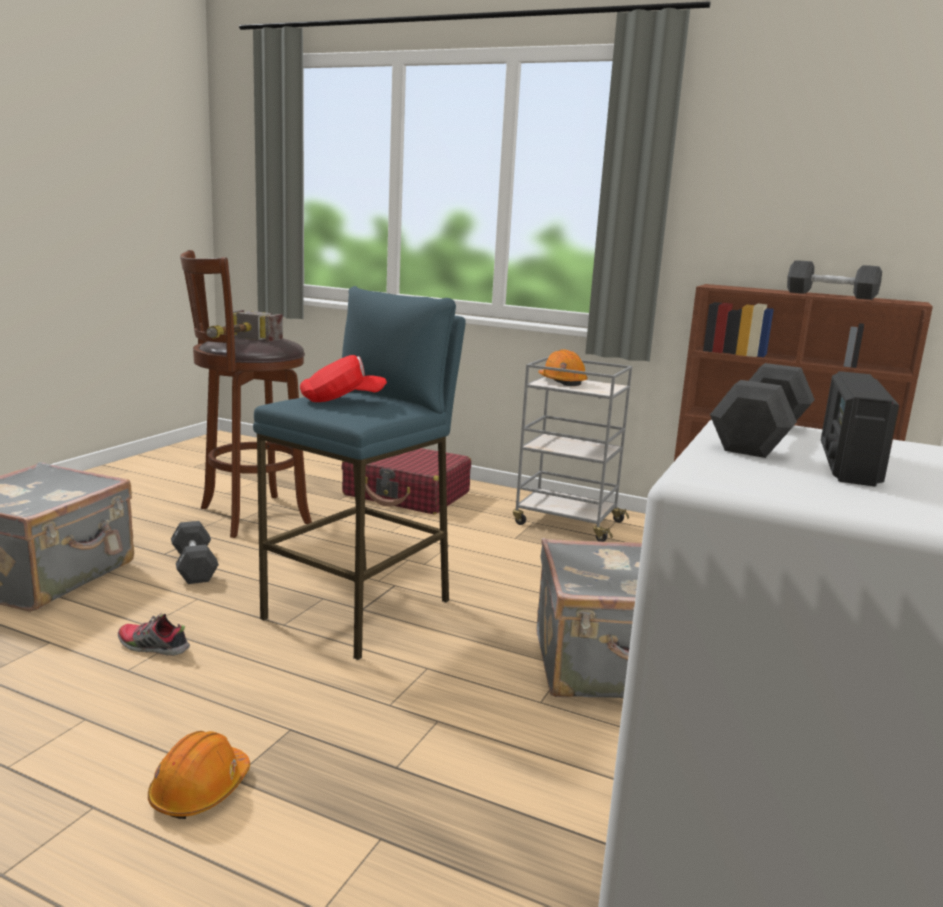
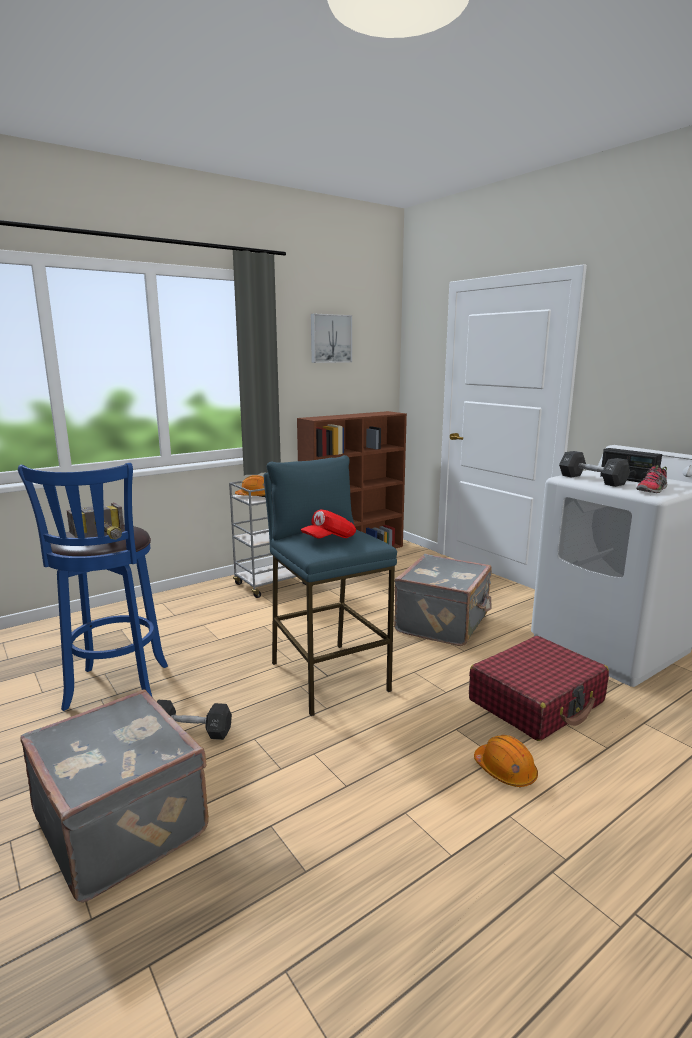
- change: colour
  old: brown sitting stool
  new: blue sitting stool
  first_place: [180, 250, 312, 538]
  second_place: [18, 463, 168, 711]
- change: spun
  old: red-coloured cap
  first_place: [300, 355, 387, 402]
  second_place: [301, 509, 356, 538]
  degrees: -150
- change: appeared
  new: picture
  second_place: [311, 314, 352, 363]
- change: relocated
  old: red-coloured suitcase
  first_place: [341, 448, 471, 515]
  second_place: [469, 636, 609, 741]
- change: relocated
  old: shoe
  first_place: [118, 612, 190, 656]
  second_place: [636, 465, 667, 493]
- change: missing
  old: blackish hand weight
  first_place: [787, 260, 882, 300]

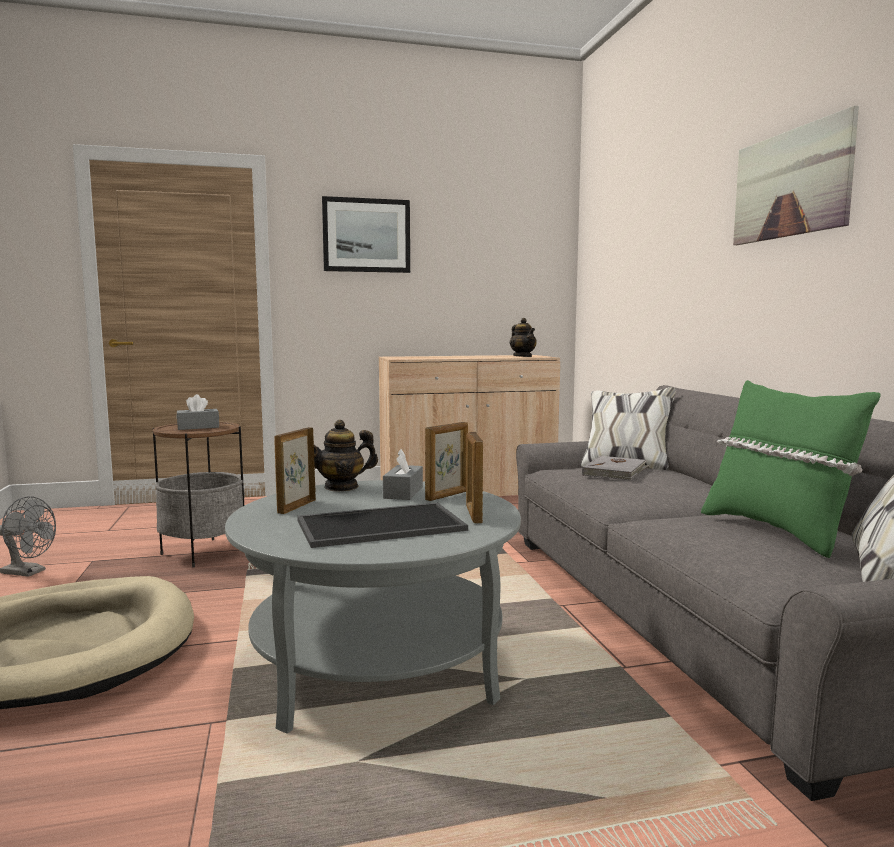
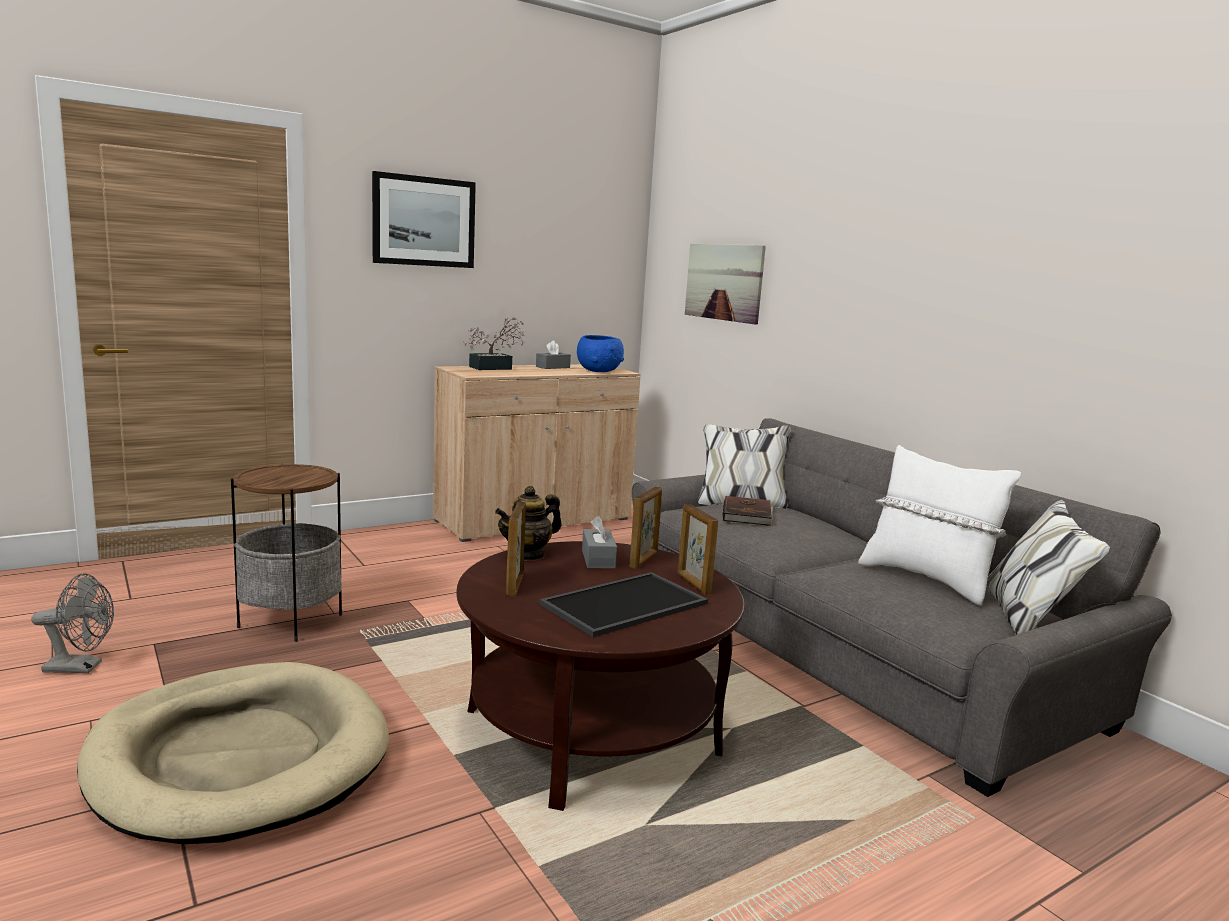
- change: colour
  old: greyish lounge table
  new: brown lounge table
  first_place: [225, 480, 521, 734]
  second_place: [456, 541, 745, 811]
- change: appeared
  new: potted plant
  second_place: [463, 317, 525, 370]
- change: relocated
  old: greyish tissue box
  first_place: [177, 394, 219, 430]
  second_place: [536, 340, 571, 369]
- change: exchanged
  old: teapot
  new: blue serving bowl
  first_place: [510, 318, 537, 357]
  second_place: [577, 335, 624, 372]
- change: relocated
  old: picture
  first_place: [733, 106, 859, 245]
  second_place: [685, 243, 766, 325]
- change: colour
  old: greyish book
  new: brown book
  first_place: [582, 456, 650, 481]
  second_place: [723, 496, 774, 526]
- change: colour
  old: green cushion
  new: white-coloured cushion
  first_place: [701, 380, 881, 558]
  second_place: [858, 445, 1021, 606]

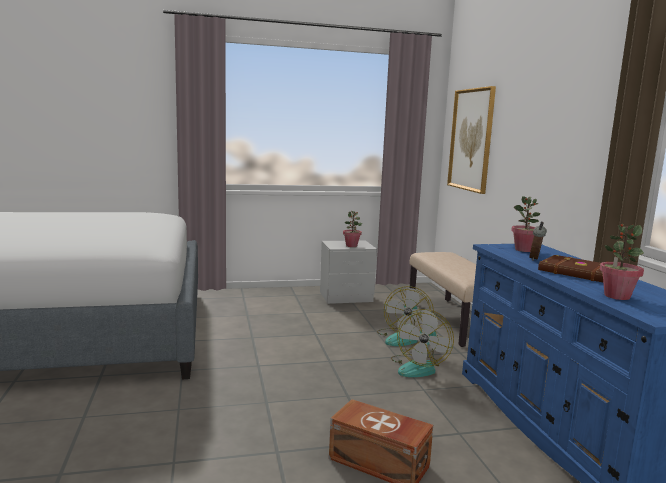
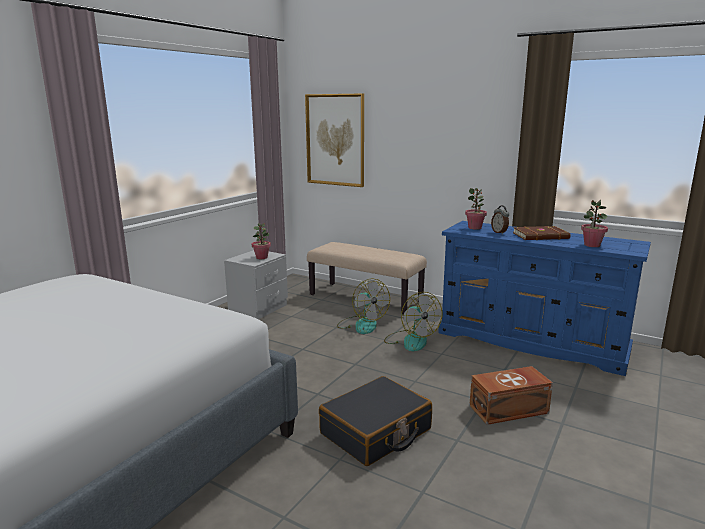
- change: appeared
  new: blackish suitcase
  second_place: [319, 376, 432, 466]

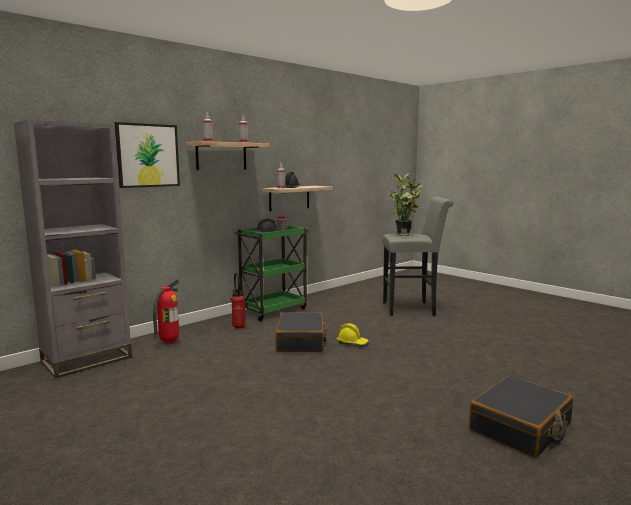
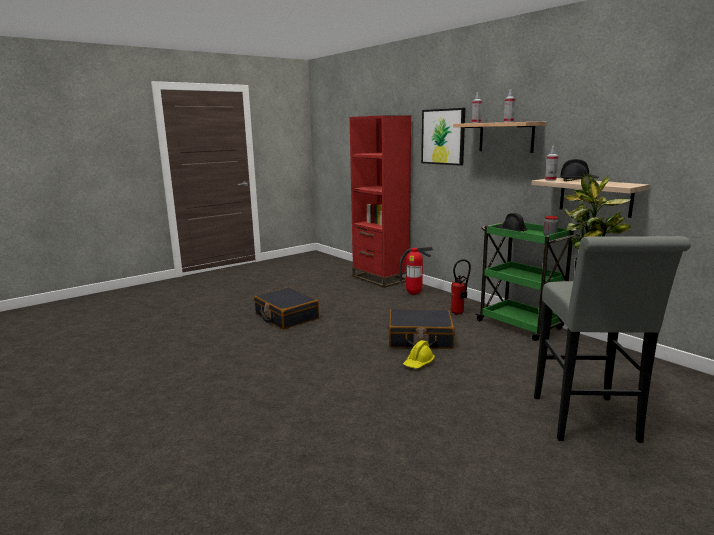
- change: relocated
  old: blackish suitcase
  first_place: [469, 375, 573, 458]
  second_place: [254, 287, 319, 329]
- change: colour
  old: greyish bookcase
  new: red-coloured bookcase
  first_place: [14, 120, 132, 379]
  second_place: [350, 115, 411, 288]

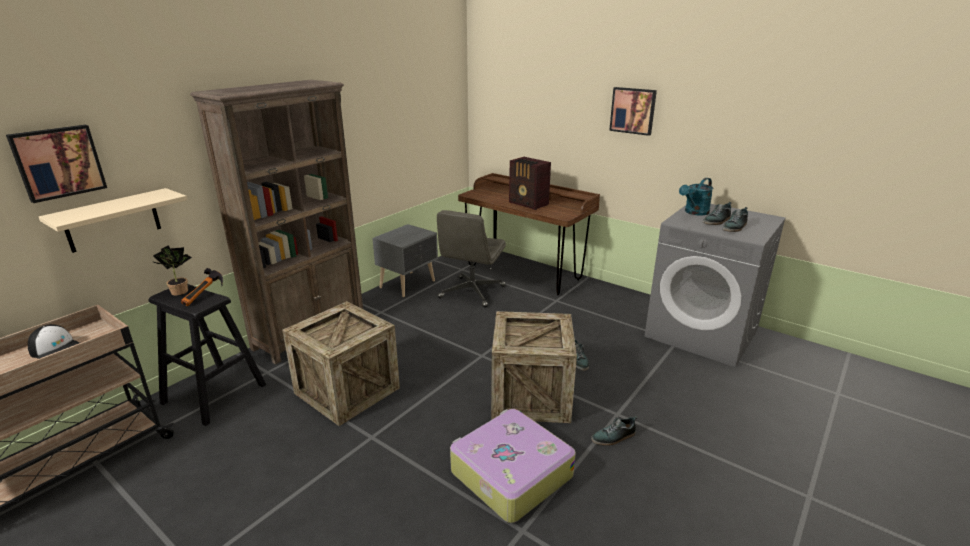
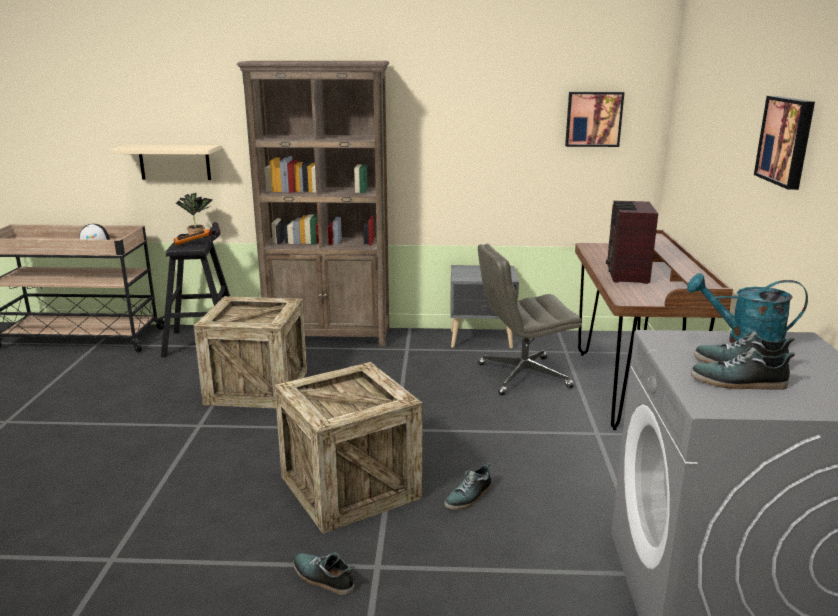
- change: relocated
  old: picture
  first_place: [6, 125, 107, 203]
  second_place: [565, 92, 624, 147]
- change: missing
  old: suitcase
  first_place: [450, 409, 576, 523]

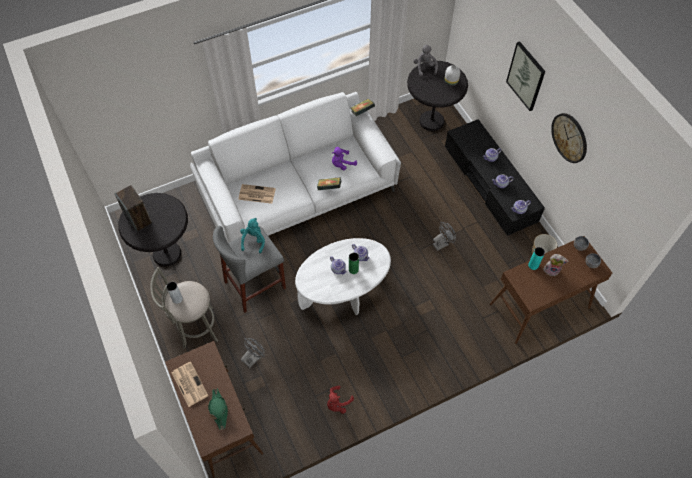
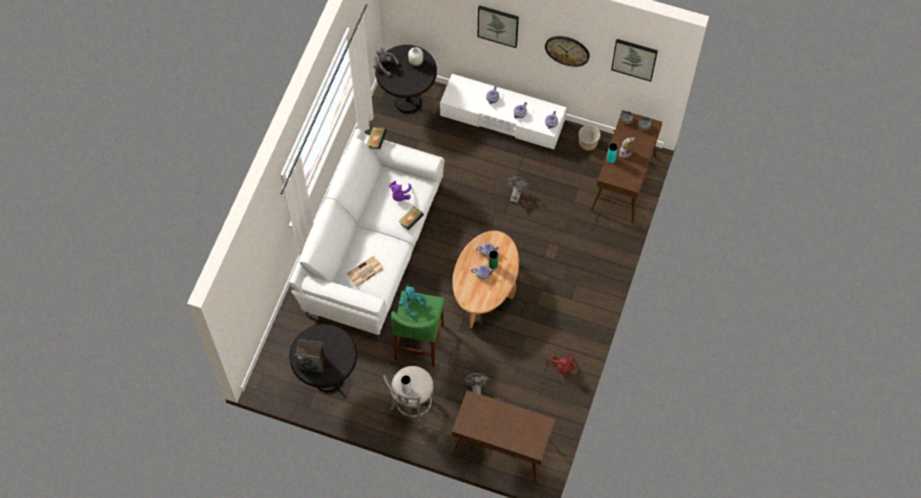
- change: colour
  old: greyish sitting stool
  new: green sitting stool
  first_place: [213, 226, 286, 313]
  second_place: [391, 291, 445, 367]
- change: colour
  old: blackish tv stand
  new: white-coloured tv stand
  first_place: [445, 119, 545, 236]
  second_place: [440, 74, 566, 149]
- change: colour
  old: white-coloured lounge table
  new: brown lounge table
  first_place: [295, 238, 391, 315]
  second_place: [452, 231, 519, 328]
- change: appeared
  new: picture
  second_place: [611, 39, 658, 82]
- change: missing
  old: printed paper
  first_place: [172, 362, 209, 407]
- change: missing
  old: green wearable hat
  first_place: [208, 388, 228, 430]

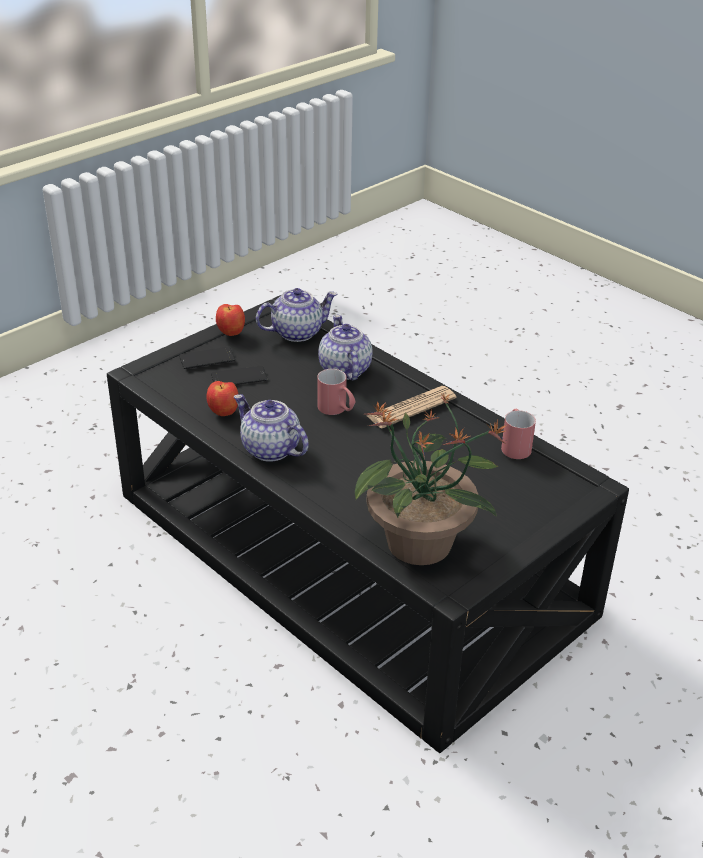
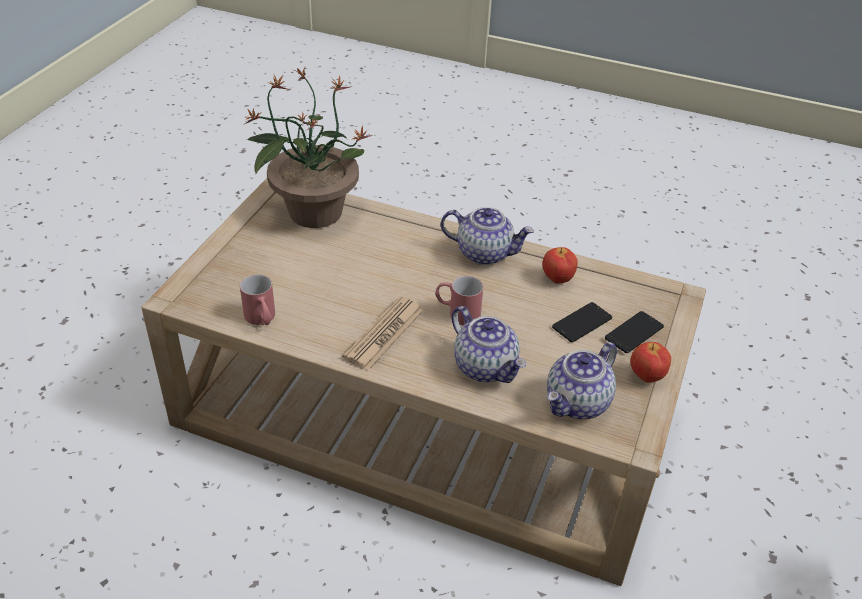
- change: colour
  old: blackish lounge table
  new: sand-coloured lounge table
  first_place: [107, 295, 629, 753]
  second_place: [141, 178, 706, 586]

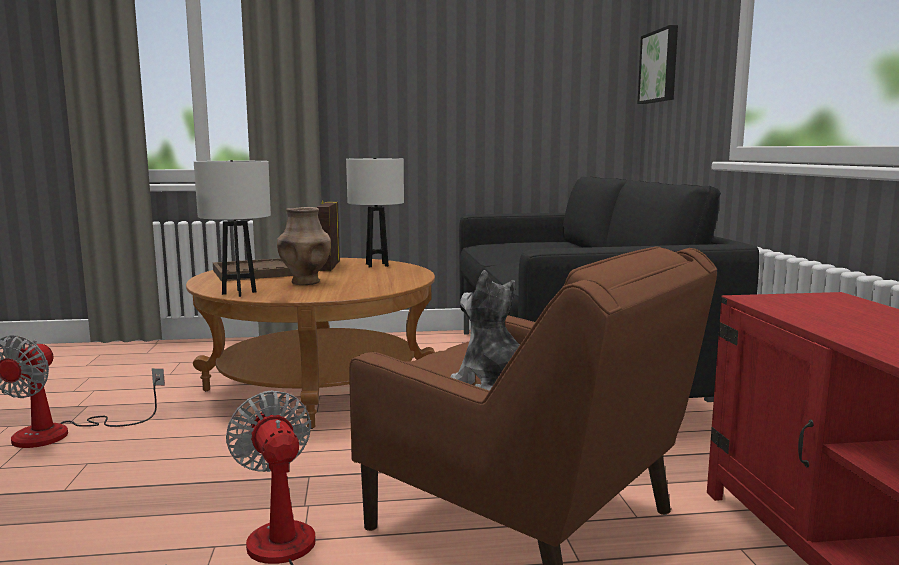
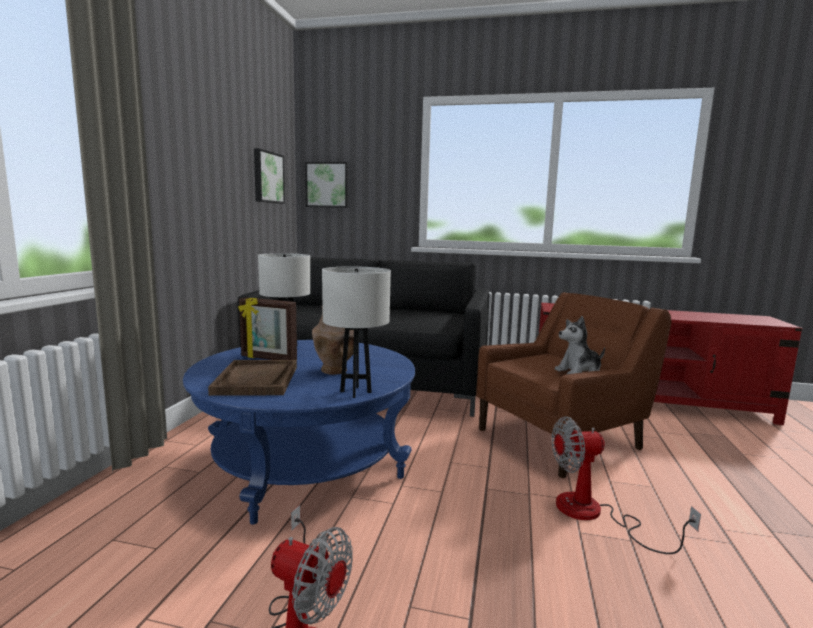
- change: colour
  old: brown lounge table
  new: blue lounge table
  first_place: [186, 258, 435, 429]
  second_place: [183, 340, 415, 525]
- change: appeared
  new: picture
  second_place: [254, 149, 285, 204]

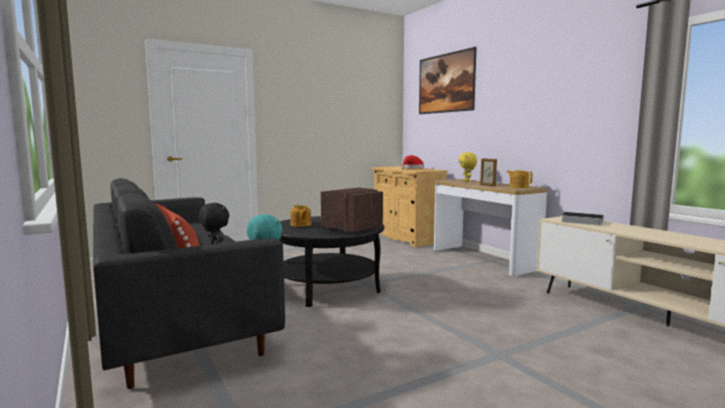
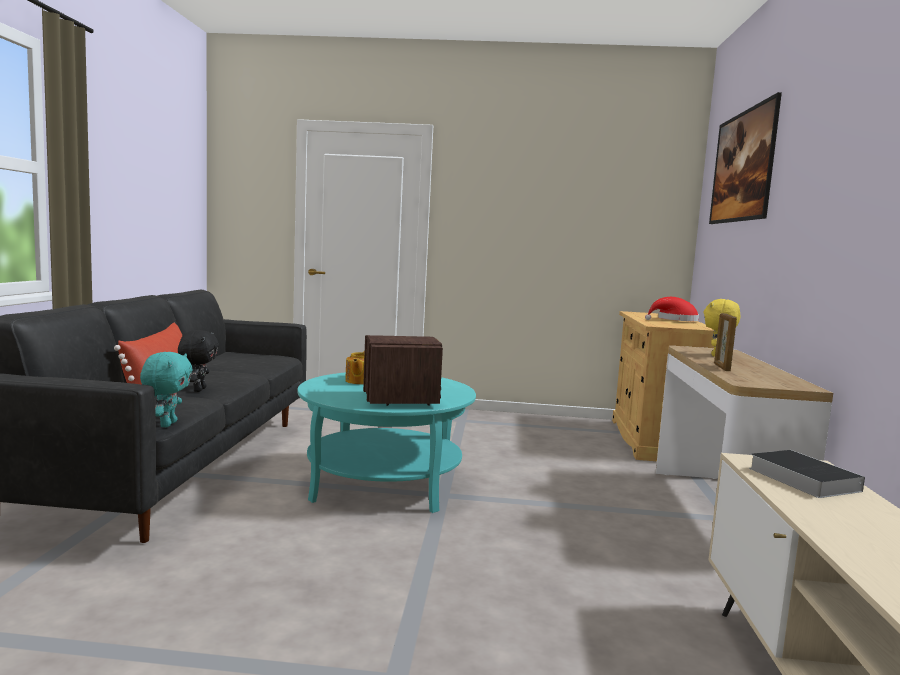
- change: colour
  old: blackish lounge table
  new: turquoise-coloured lounge table
  first_place: [279, 216, 384, 307]
  second_place: [297, 372, 476, 513]
- change: missing
  old: teapot
  first_place: [507, 170, 533, 188]

